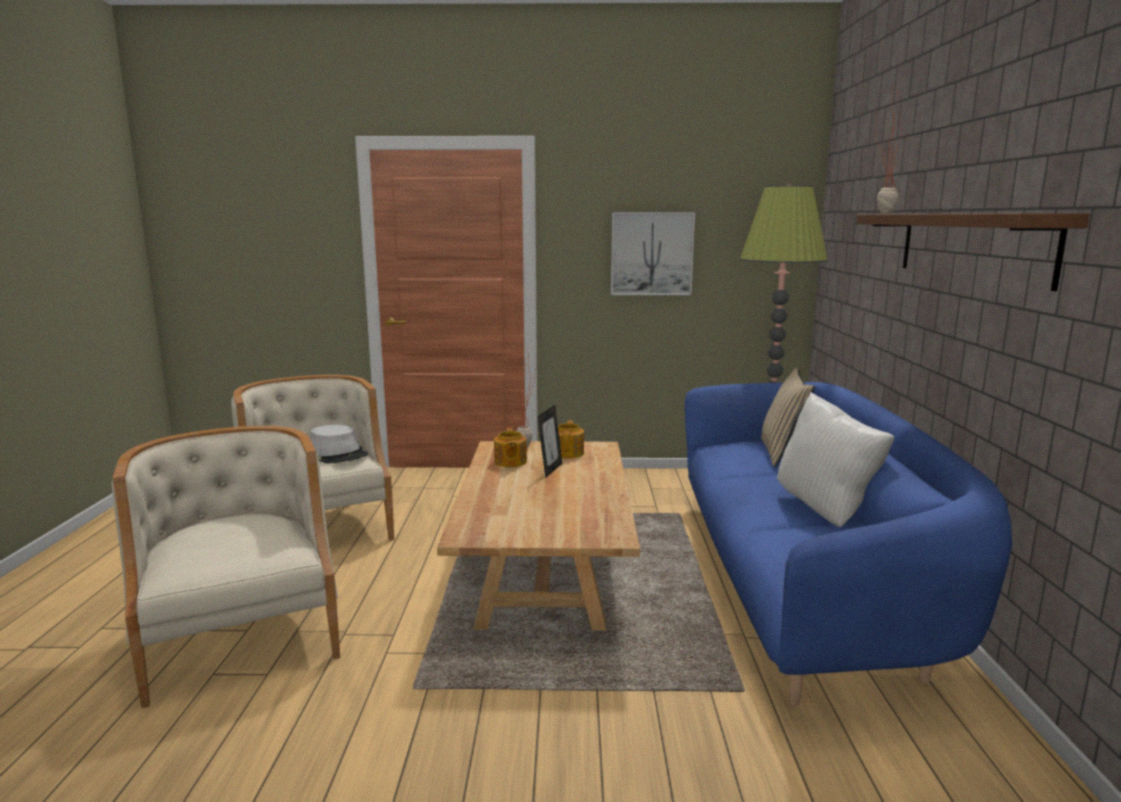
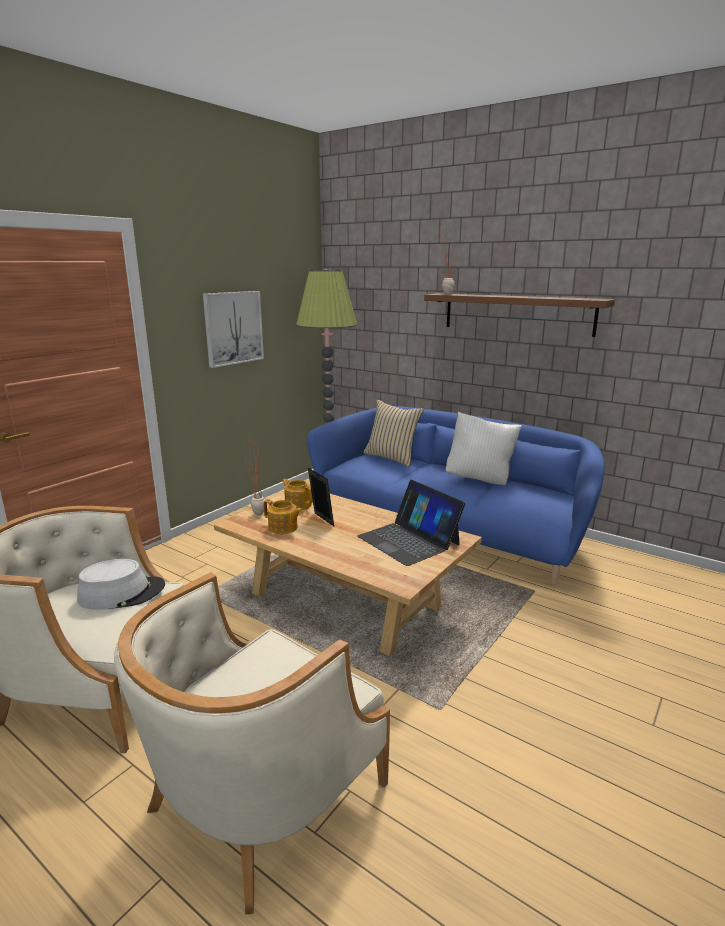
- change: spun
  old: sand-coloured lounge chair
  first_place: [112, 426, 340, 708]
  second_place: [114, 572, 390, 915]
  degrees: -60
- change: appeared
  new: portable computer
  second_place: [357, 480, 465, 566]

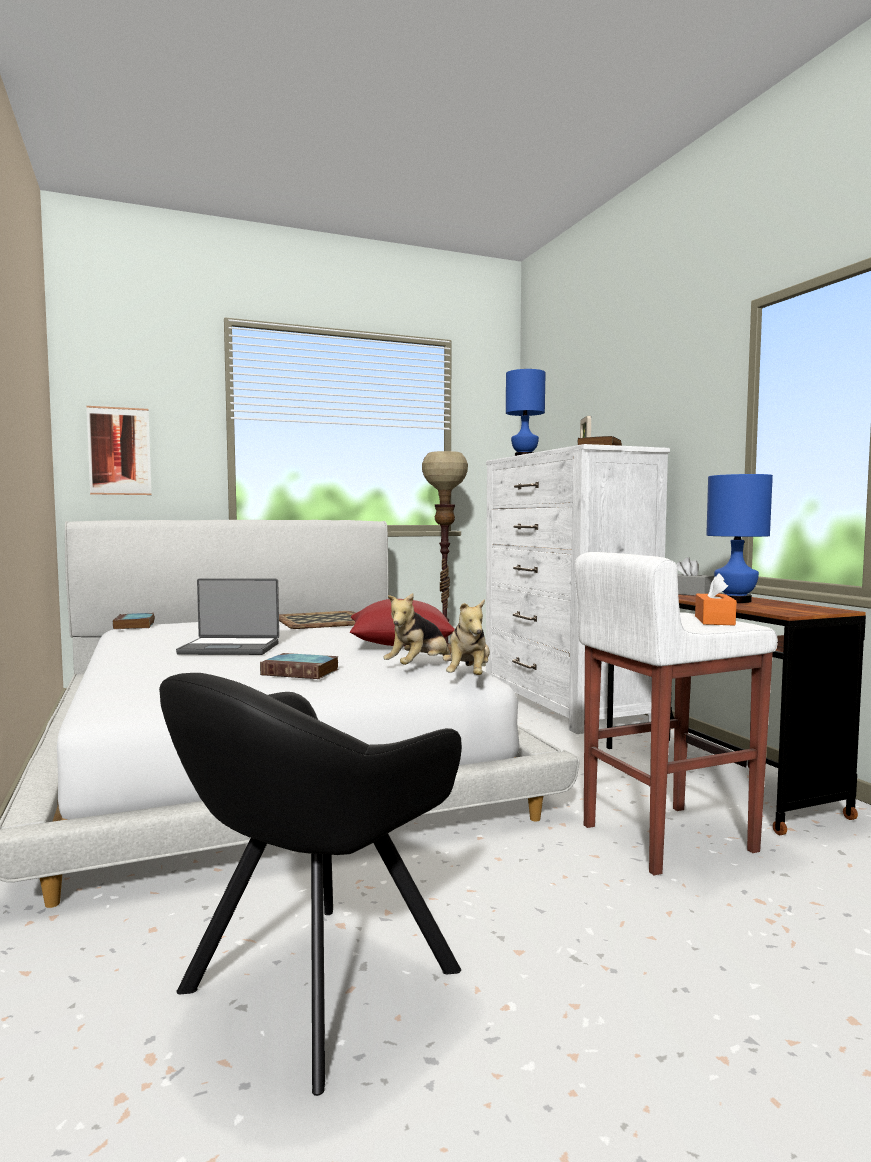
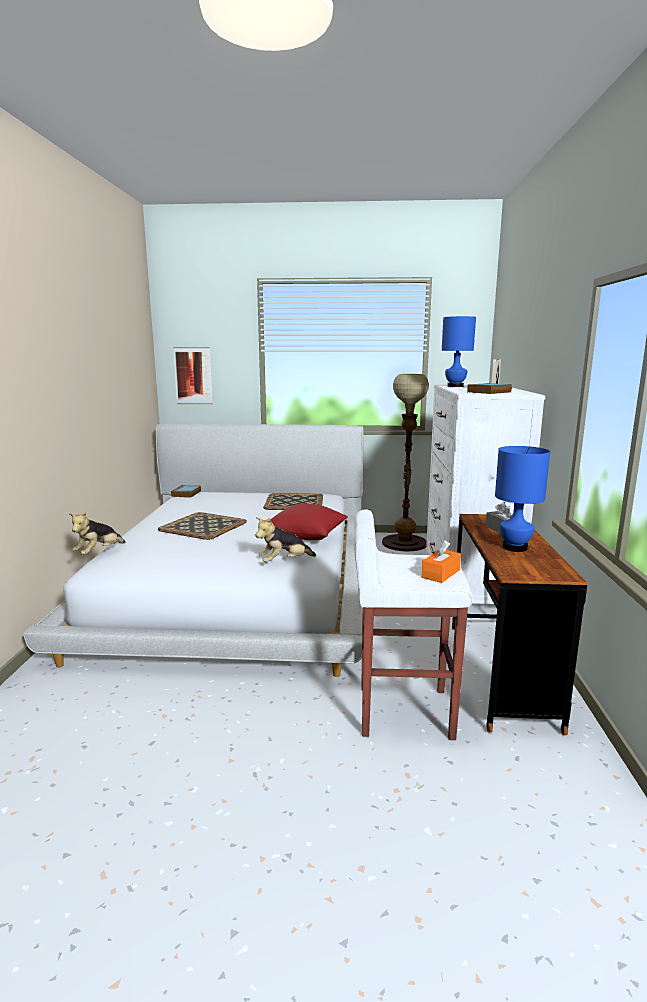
- change: relocated
  old: plush toy
  first_place: [443, 599, 490, 675]
  second_place: [68, 511, 126, 555]
- change: exchanged
  old: portable computer
  new: carrying tray
  first_place: [176, 578, 279, 655]
  second_place: [158, 512, 247, 540]
- change: missing
  old: blackish lounge chair
  first_place: [159, 673, 462, 1096]
- change: missing
  old: book
  first_place: [260, 653, 339, 679]

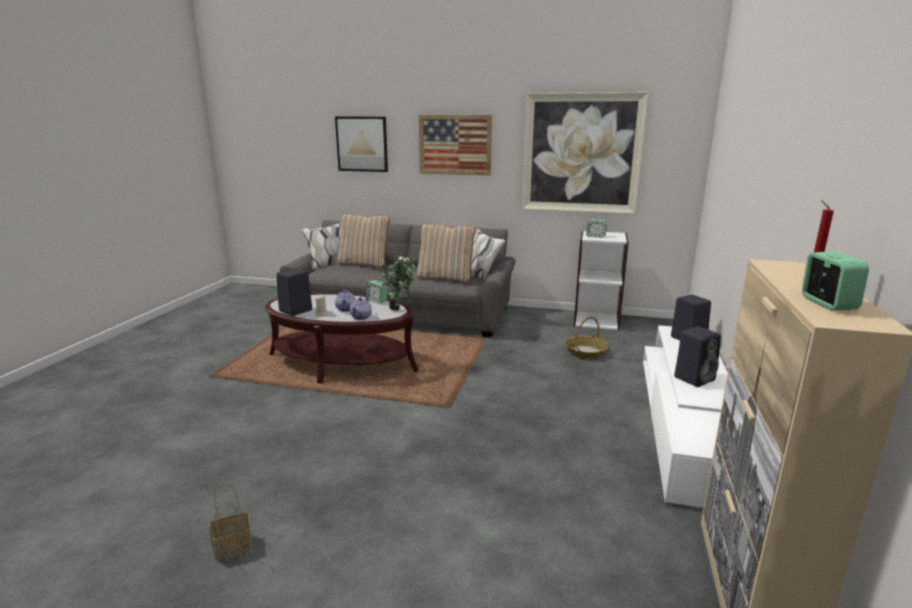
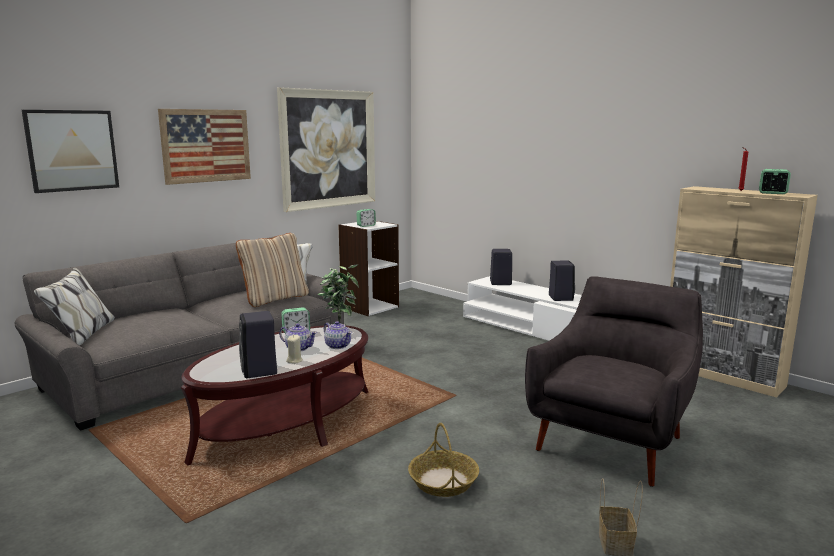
- change: relocated
  old: household basket
  first_place: [564, 317, 609, 359]
  second_place: [408, 423, 479, 497]
- change: appeared
  new: greyish lounge chair
  second_place: [525, 276, 703, 487]
- change: missing
  old: sand-coloured cushion
  first_place: [337, 213, 390, 268]

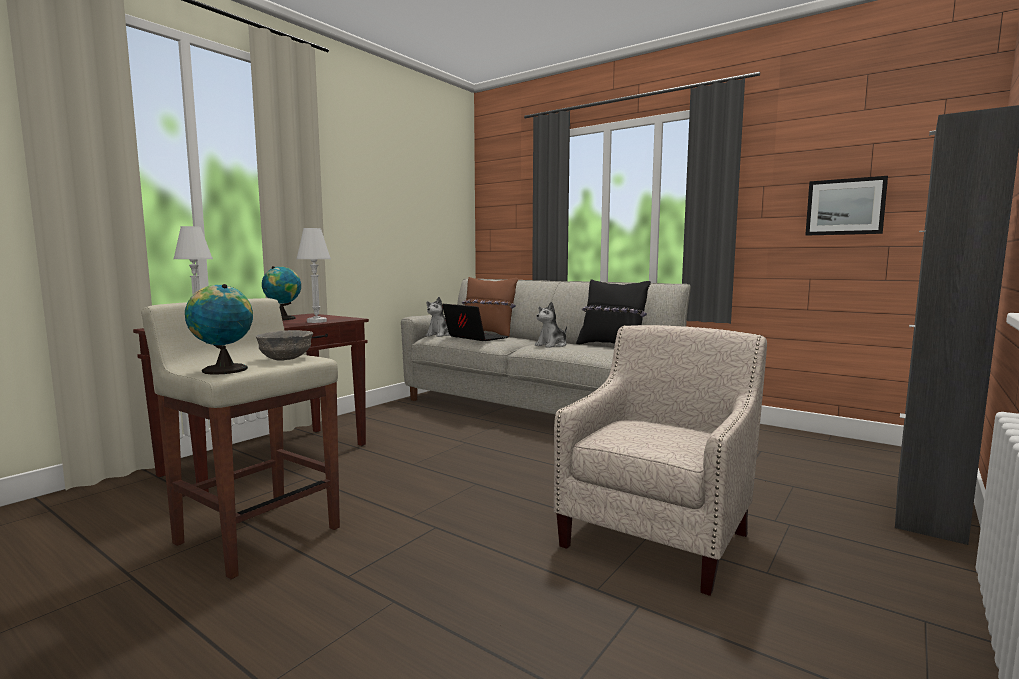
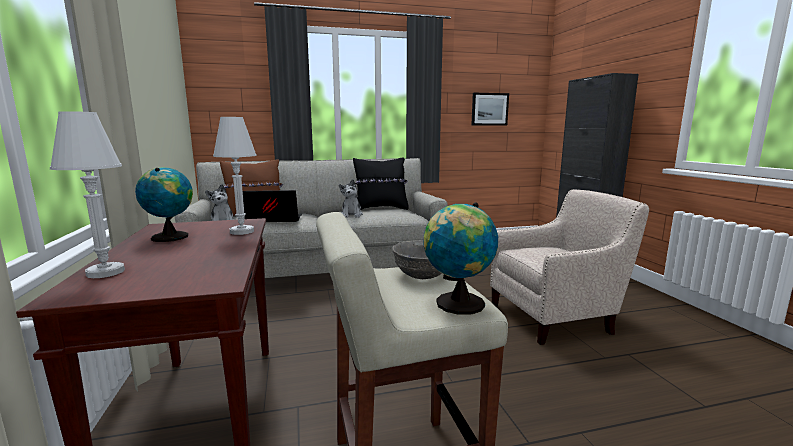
- change: spun
  old: sand-coloured lounge chair
  first_place: [554, 325, 767, 596]
  second_place: [490, 189, 649, 345]
  degrees: 90

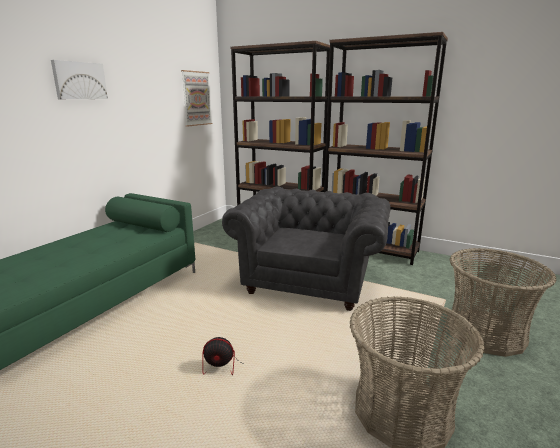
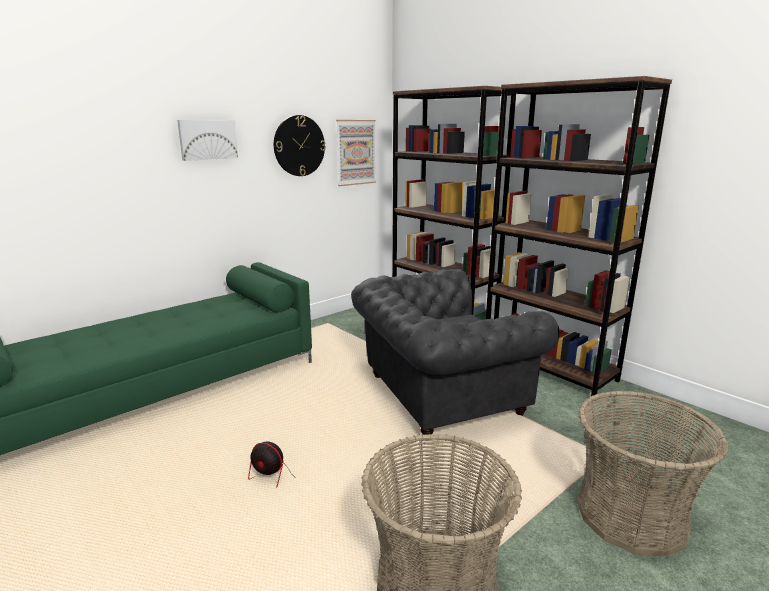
- change: appeared
  new: hanging clock
  second_place: [274, 115, 326, 176]
- change: spun
  old: greyish lounge chair
  first_place: [222, 186, 391, 311]
  second_place: [351, 269, 559, 435]
  degrees: -150

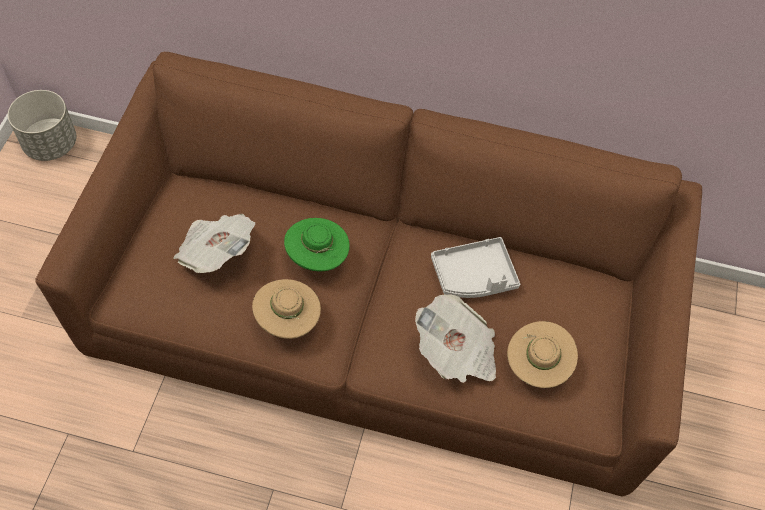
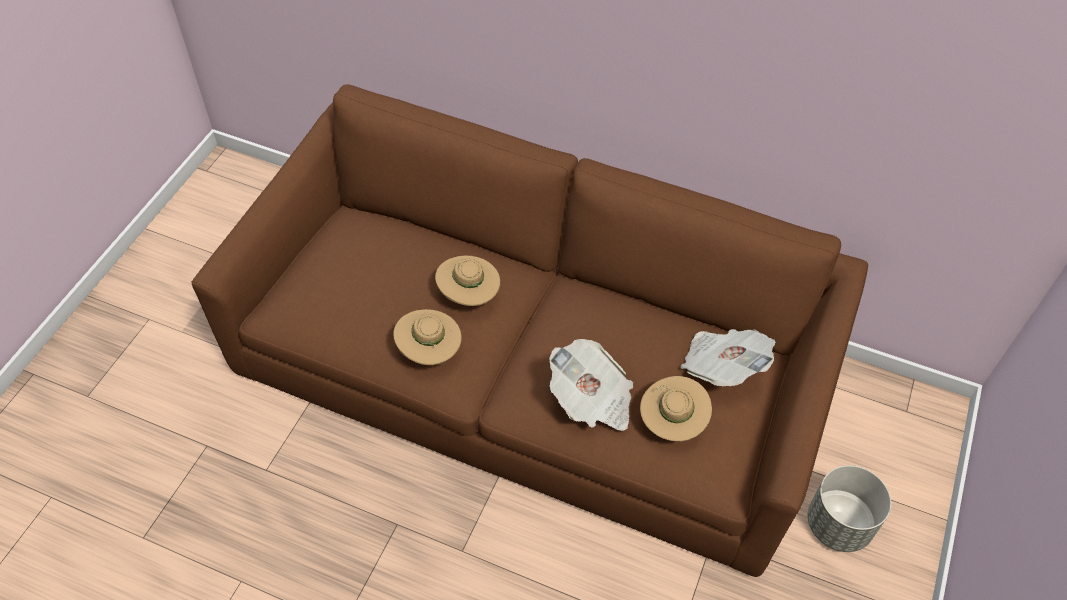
- change: colour
  old: green wearable hat
  new: sand-coloured wearable hat
  first_place: [284, 218, 350, 271]
  second_place: [435, 256, 500, 306]
- change: relocated
  old: printed paper
  first_place: [173, 214, 255, 273]
  second_place: [680, 329, 776, 386]
- change: relocated
  old: greyish plant pot
  first_place: [8, 90, 76, 161]
  second_place: [808, 465, 891, 552]
- change: missing
  old: greyish carrying tray
  first_place: [431, 237, 520, 298]

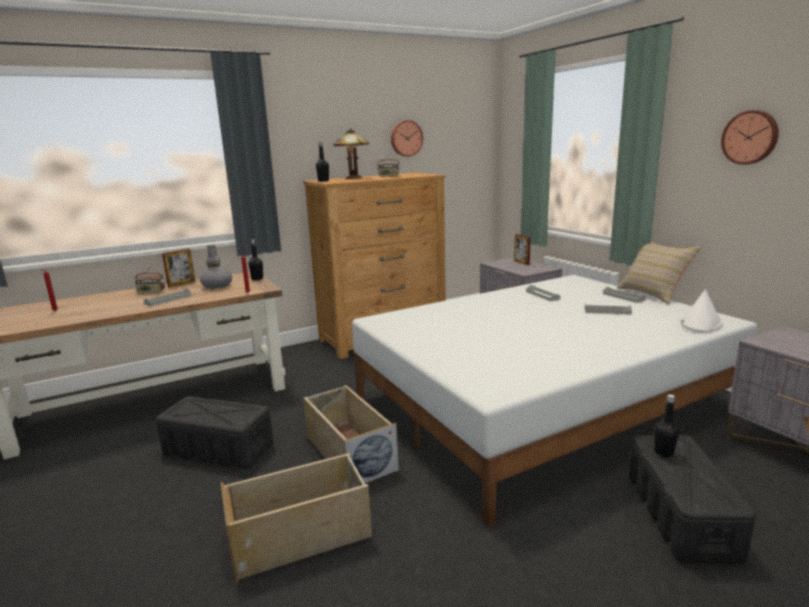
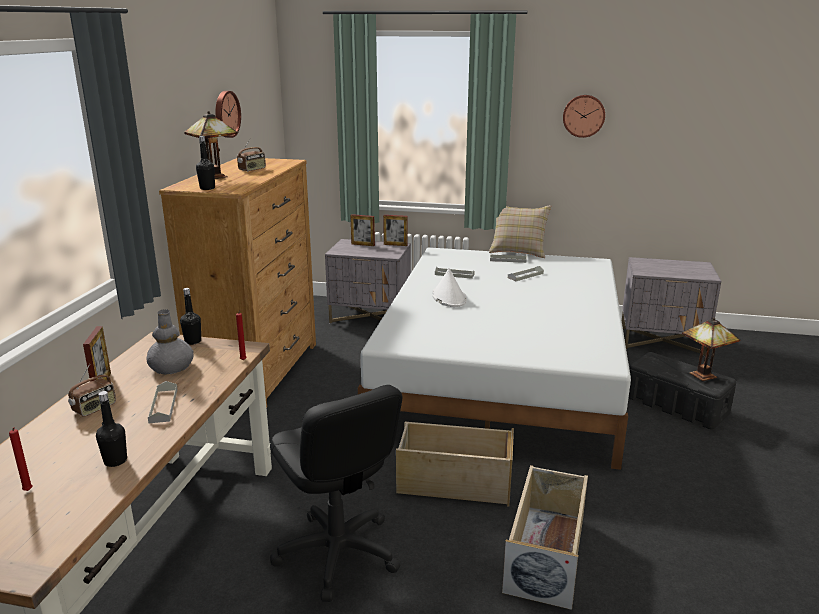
- change: relocated
  old: blackish beverage bottle
  first_place: [654, 394, 679, 457]
  second_place: [96, 391, 127, 467]
- change: exchanged
  old: blackish storage bin
  new: blackish computer chair
  first_place: [156, 396, 273, 469]
  second_place: [270, 385, 402, 602]
- change: appeared
  new: photo frame
  second_place: [383, 215, 408, 246]
- change: relocated
  old: white-coloured wearable hat
  first_place: [680, 289, 723, 332]
  second_place: [432, 268, 467, 307]
- change: appeared
  new: tabletop lamp
  second_place: [682, 318, 740, 381]

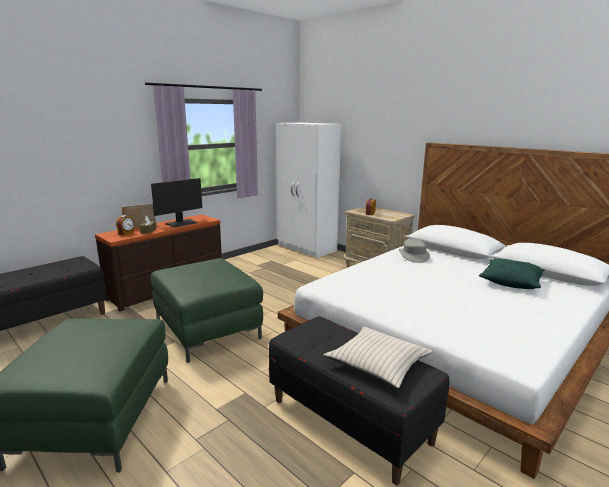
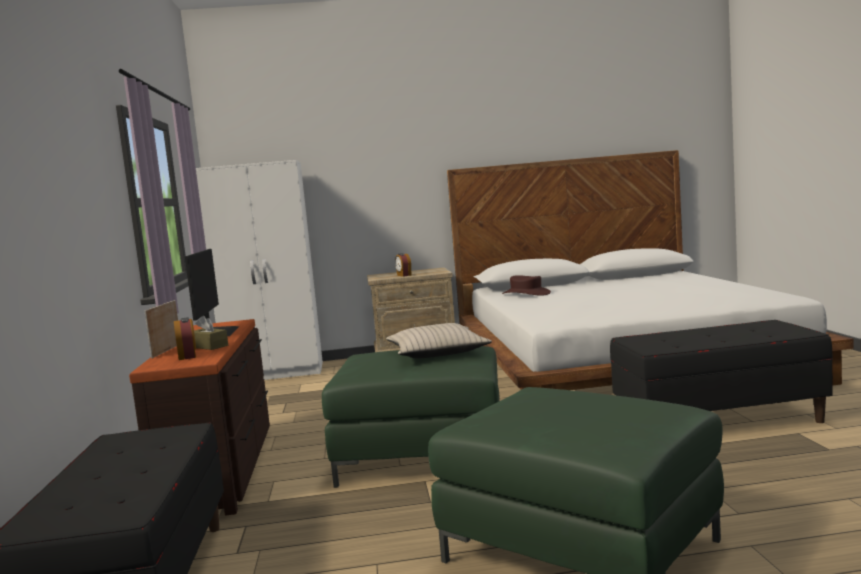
- change: relocated
  old: sand-coloured cushion
  first_place: [324, 327, 433, 389]
  second_place: [386, 323, 492, 358]
- change: colour
  old: greyish wearable hat
  new: brown wearable hat
  first_place: [399, 239, 430, 262]
  second_place: [502, 275, 551, 296]
- change: missing
  old: green cushion
  first_place: [479, 258, 545, 289]

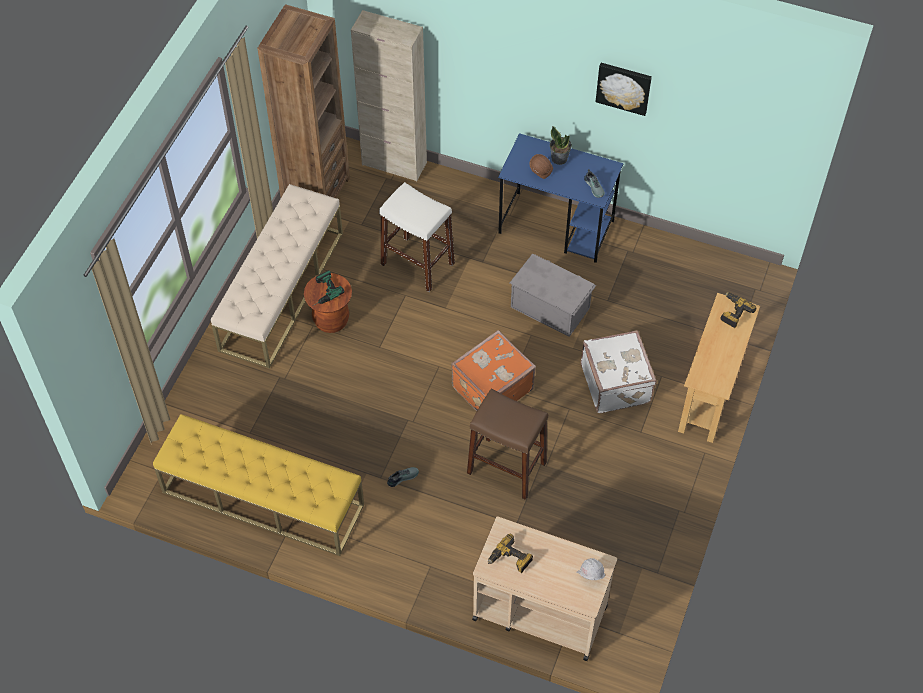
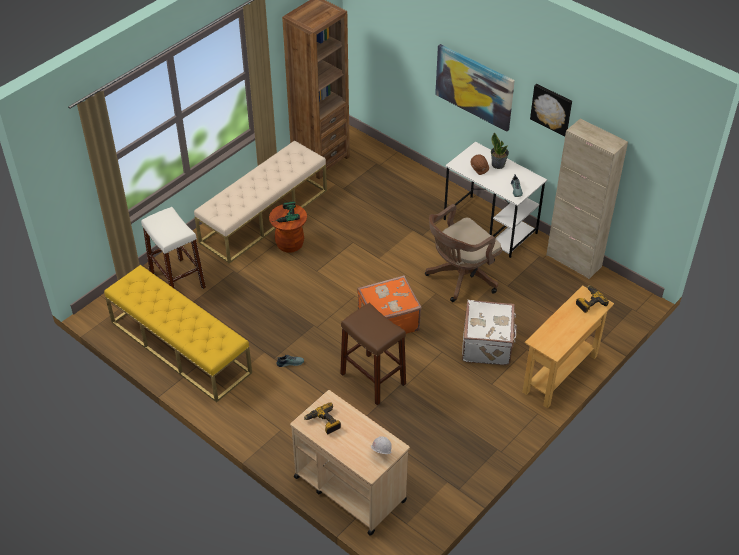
- change: relocated
  old: white-coloured sitting stool
  first_place: [379, 182, 455, 292]
  second_place: [141, 207, 206, 289]
- change: exchanged
  old: greyish storage bin
  new: brown computer chair
  first_place: [510, 254, 596, 337]
  second_place: [425, 204, 502, 302]
- change: appeared
  new: picture
  second_place: [435, 44, 515, 132]
- change: colour
  old: blue desk table
  new: white-coloured desk table
  first_place: [498, 133, 623, 263]
  second_place: [444, 142, 547, 258]
- change: relocated
  old: sand-coloured cupboard
  first_place: [351, 10, 427, 182]
  second_place: [546, 118, 628, 279]

